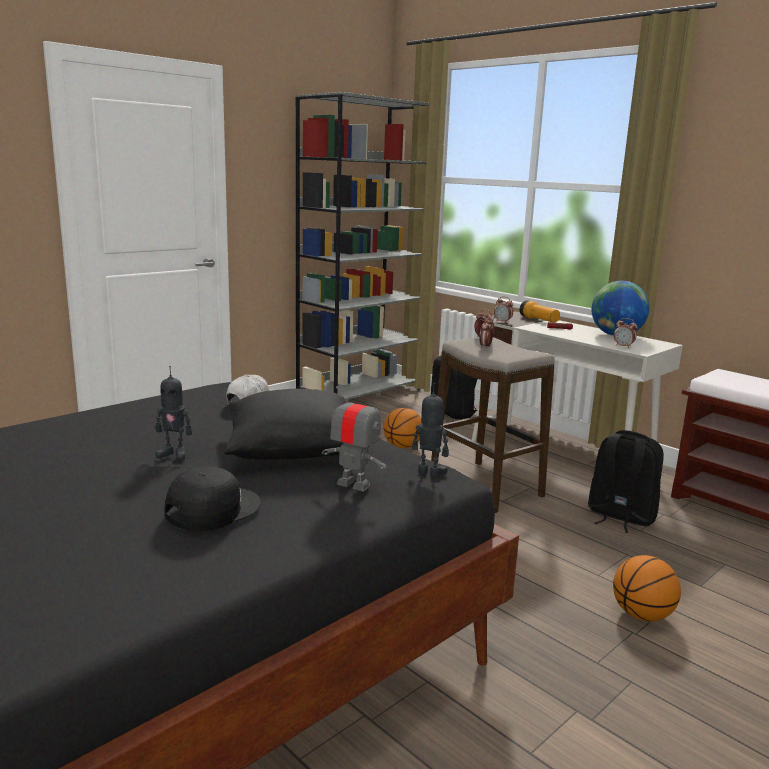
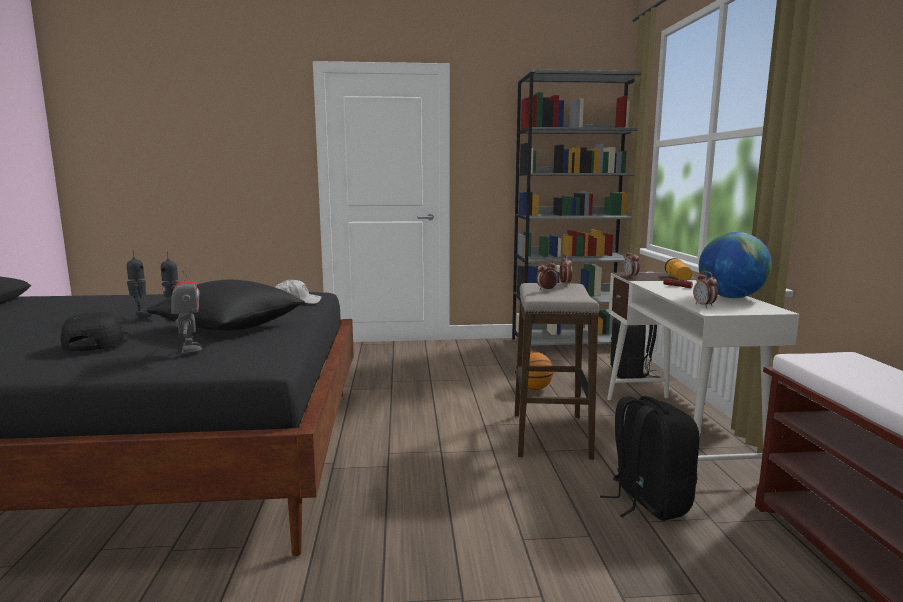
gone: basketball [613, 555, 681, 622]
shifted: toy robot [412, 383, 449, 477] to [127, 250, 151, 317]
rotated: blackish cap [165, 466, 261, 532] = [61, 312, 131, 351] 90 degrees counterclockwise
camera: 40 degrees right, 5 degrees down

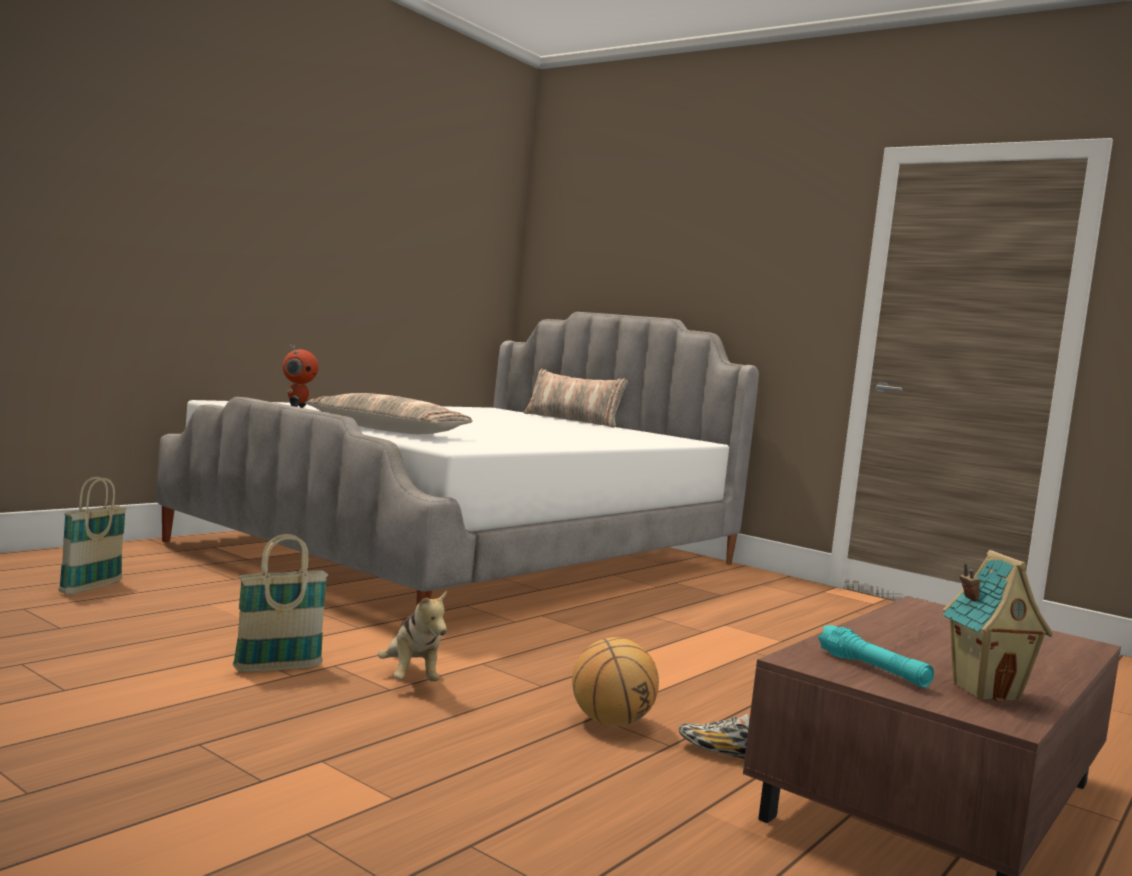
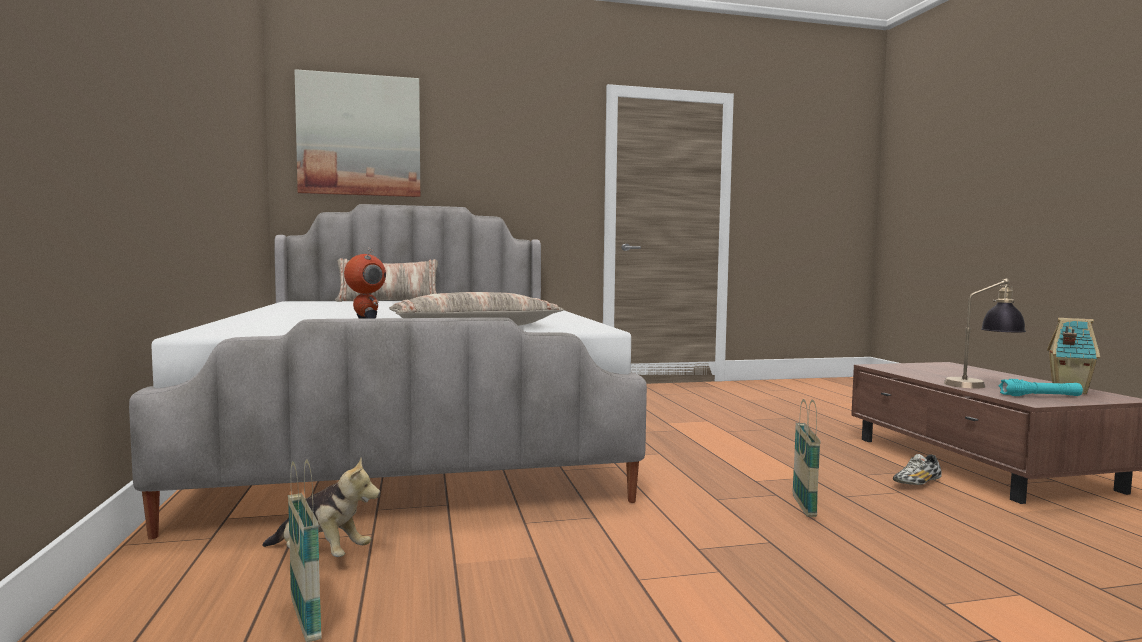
gone: basketball [572, 637, 659, 727]
new: wall art [294, 69, 420, 197]; lamp for a table [944, 279, 1026, 389]
shifted: household basket [233, 534, 328, 672] to [792, 399, 821, 517]; plush toy [378, 590, 447, 681] to [262, 458, 380, 557]
camera: 50 degrees left, 0 degrees up

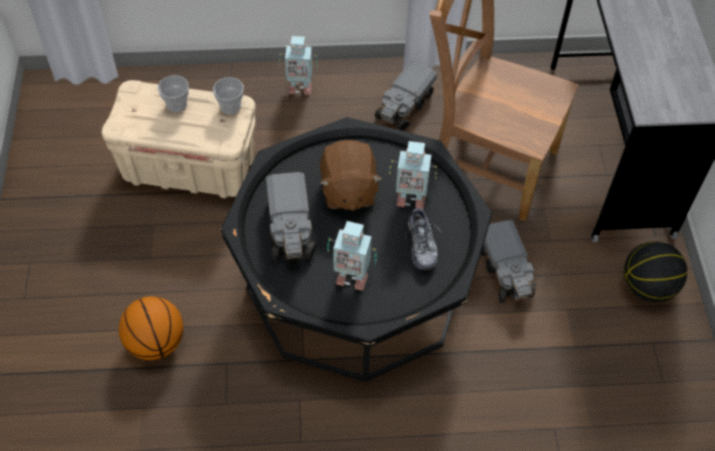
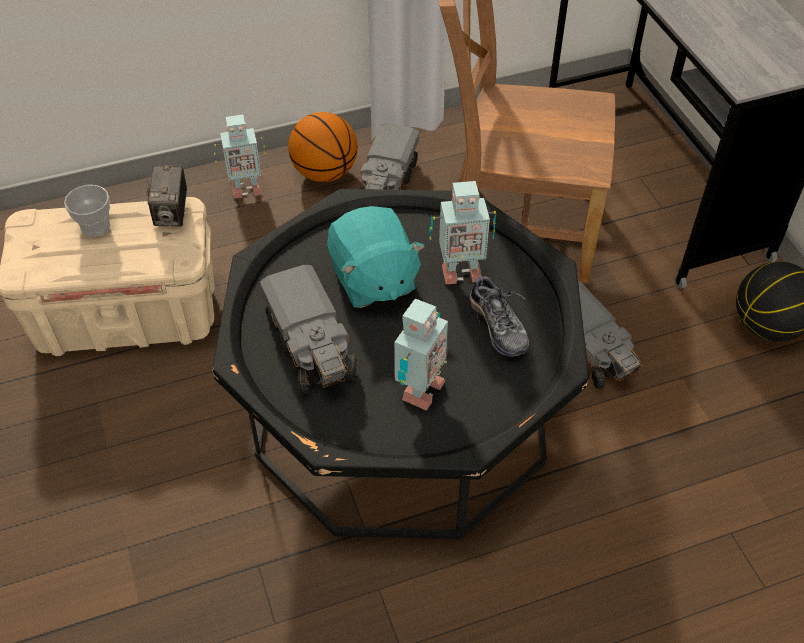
shifted: basketball [119, 296, 184, 360] to [288, 112, 358, 182]
swapped: small cup [213, 77, 244, 114] to photo camera [147, 165, 187, 227]
repainted: brown-coloured plush toy [320, 140, 382, 211] to blue-green plush toy [327, 206, 425, 308]
rotated: toy robot [327, 221, 377, 291] = [395, 299, 448, 411] 60 degrees counterclockwise
camera: 15 degrees left, 5 degrees down

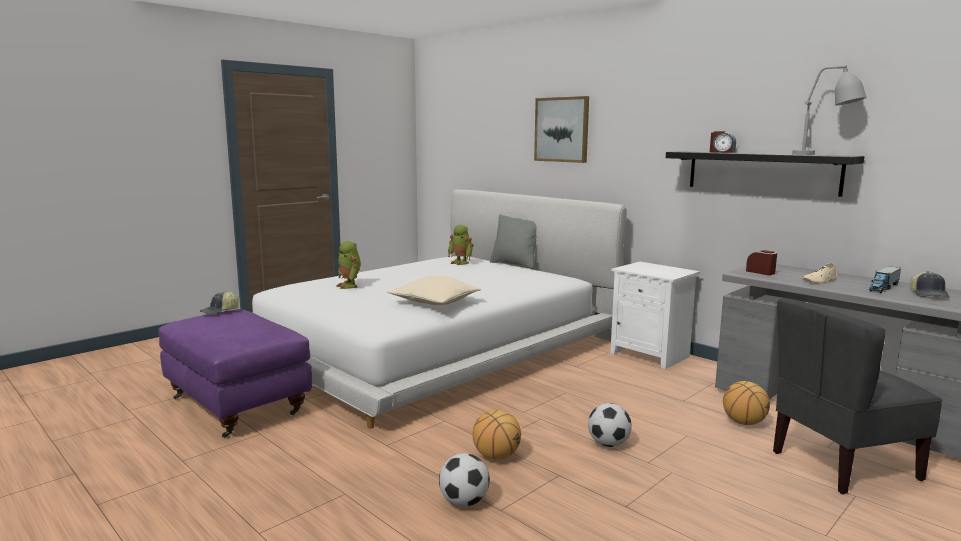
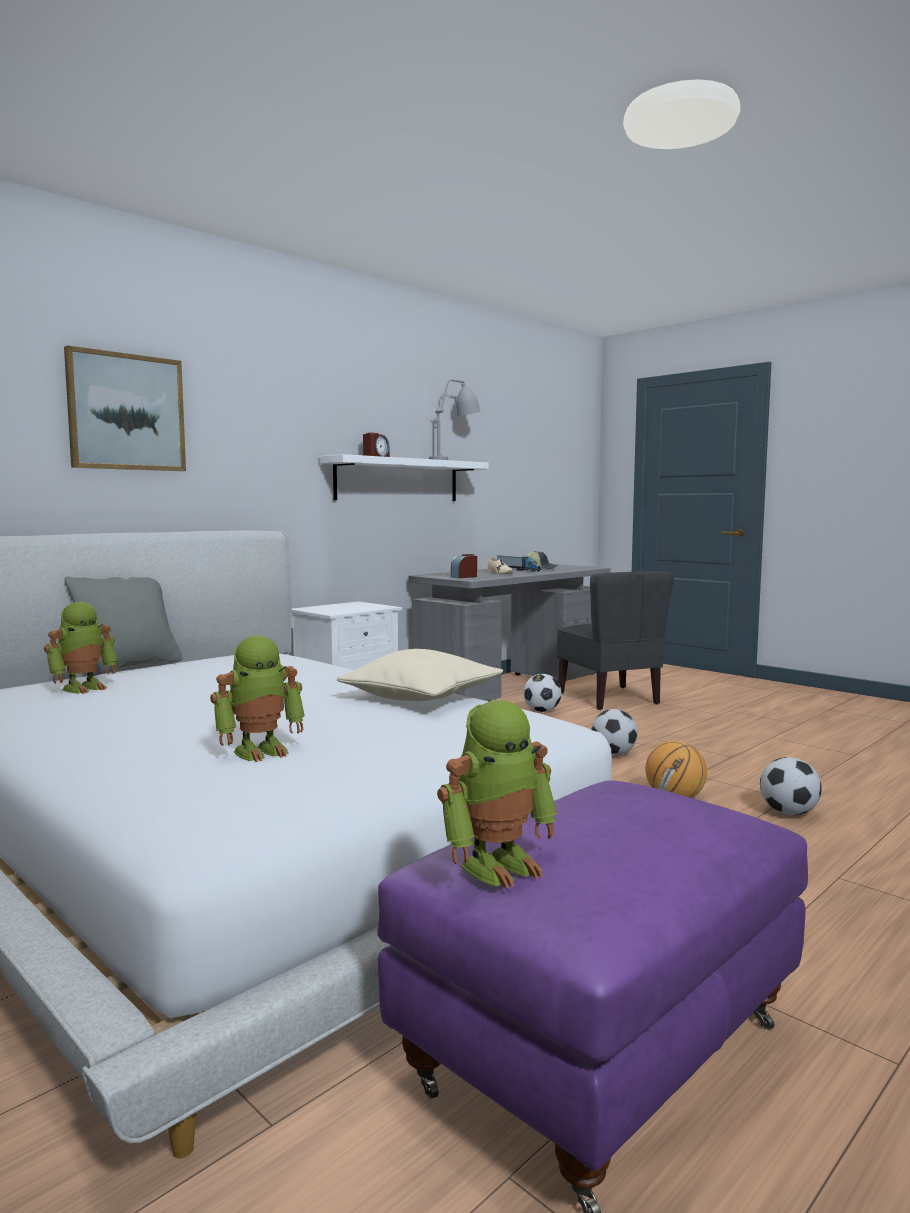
swapped: cap [200, 291, 239, 315] to toy robot [437, 700, 557, 888]; basketball [723, 381, 770, 425] to football [523, 674, 561, 712]
repainted: blackish shelf [666, 151, 864, 197] to white-coloured shelf [320, 454, 489, 501]
camera: 90 degrees left, 5 degrees down

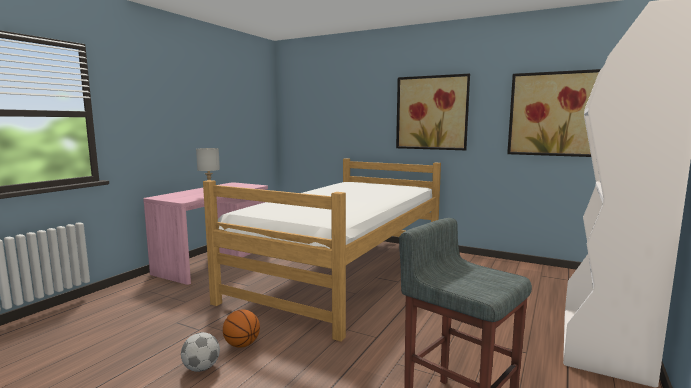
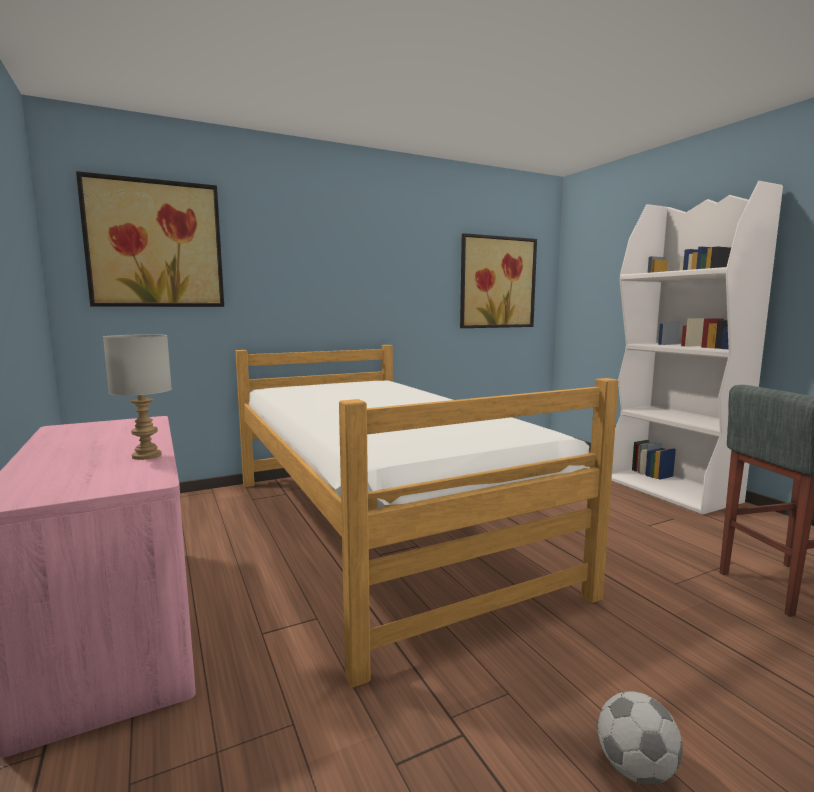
gone: basketball [223, 309, 260, 348]
shifted: wall art [396, 74, 470, 150] to [76, 171, 224, 307]
camera: 55 degrees left, 0 degrees up

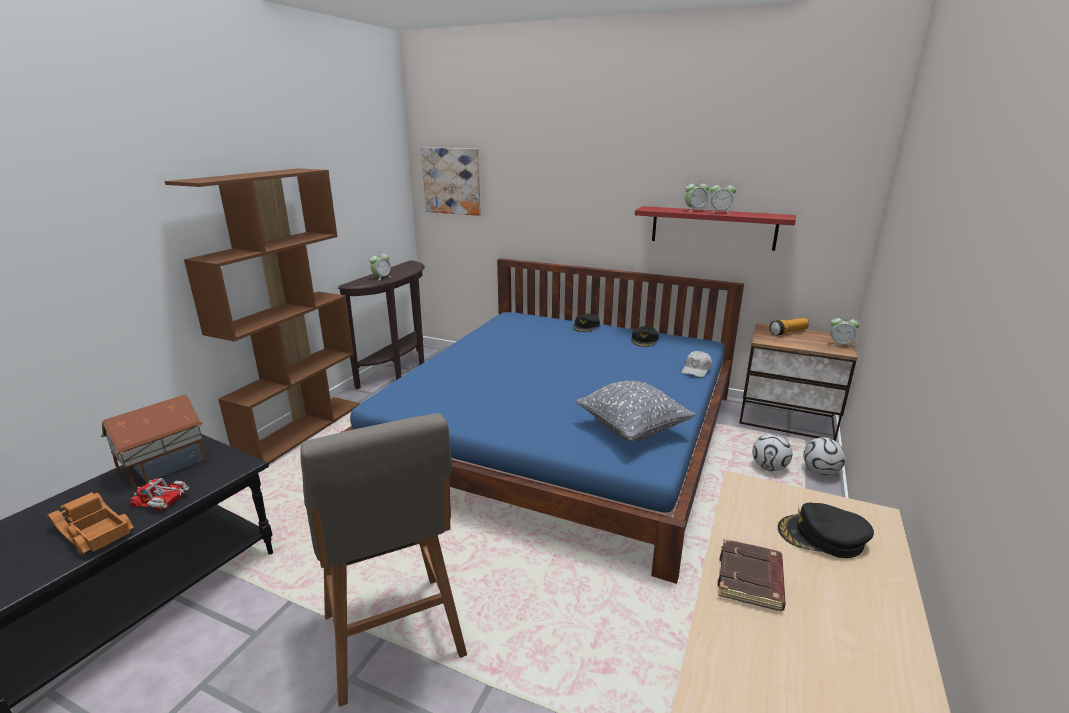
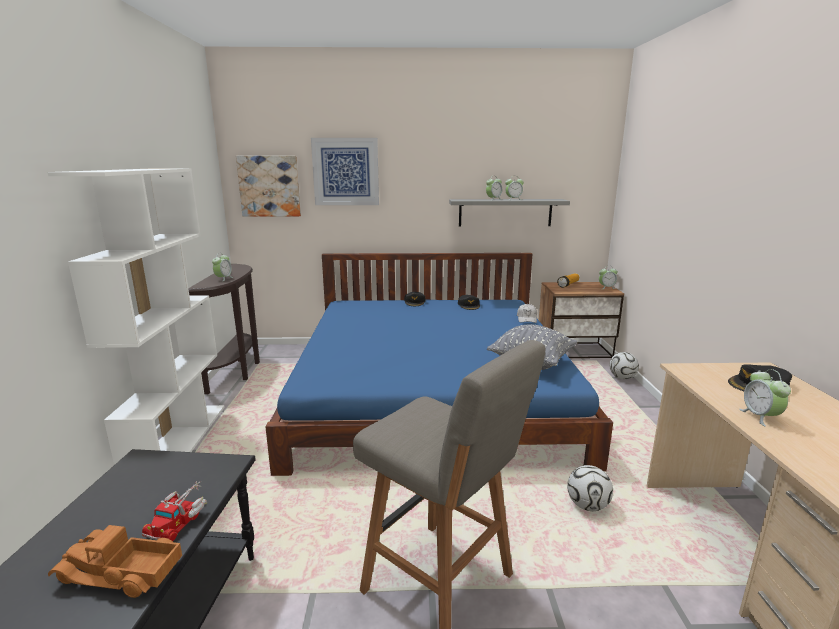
gone: model house [101, 395, 207, 488]
new: wall art [311, 138, 379, 205]
shifted: football [752, 434, 793, 471] to [567, 465, 613, 511]
swapped: brown-coloured volume [718, 539, 786, 611] to bedside clock [740, 369, 791, 427]
repainted: brown-coloured bookcase [164, 169, 360, 464] to white-coloured bookcase [47, 168, 225, 465]; red shelf [635, 206, 796, 251] to grey shelf [449, 199, 570, 227]
rotated: model truck [130, 478, 189, 511] = [142, 481, 207, 541] 60 degrees counterclockwise
camera: 25 degrees left, 5 degrees down

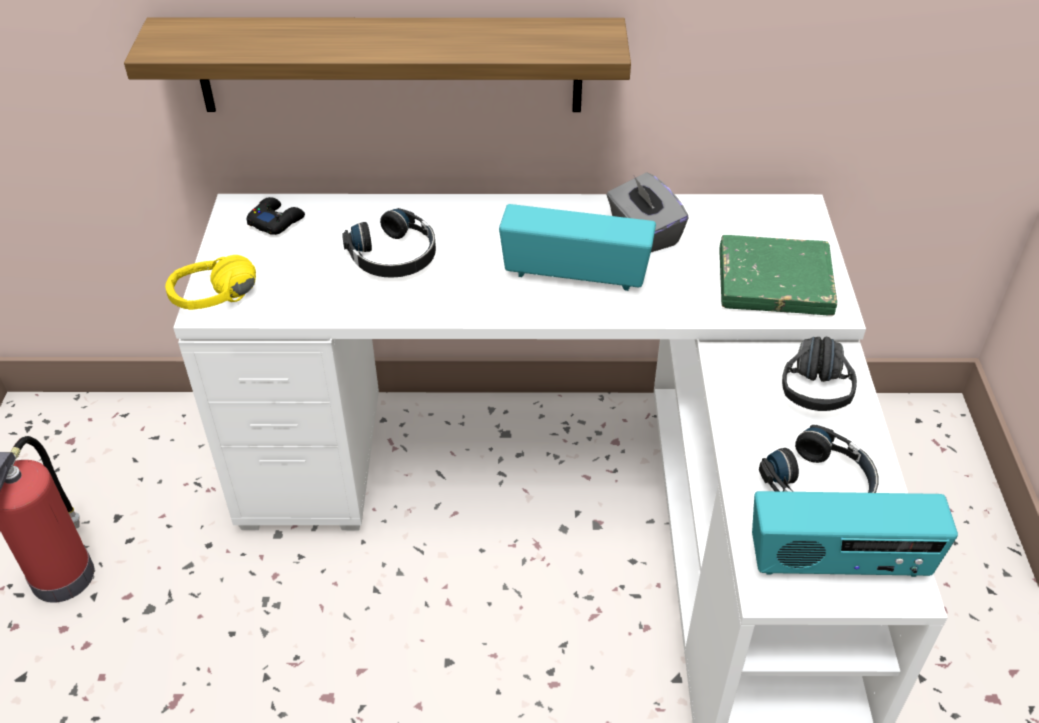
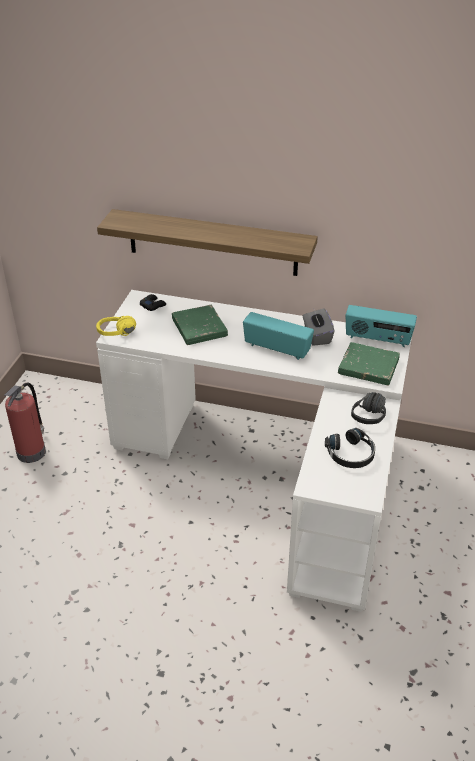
shifted: radio set [752, 491, 958, 577] to [346, 305, 417, 347]
swapped: blackish pair of headphones [342, 208, 436, 278] to green volume [172, 305, 228, 345]
camera: 15 degrees right, 5 degrees down

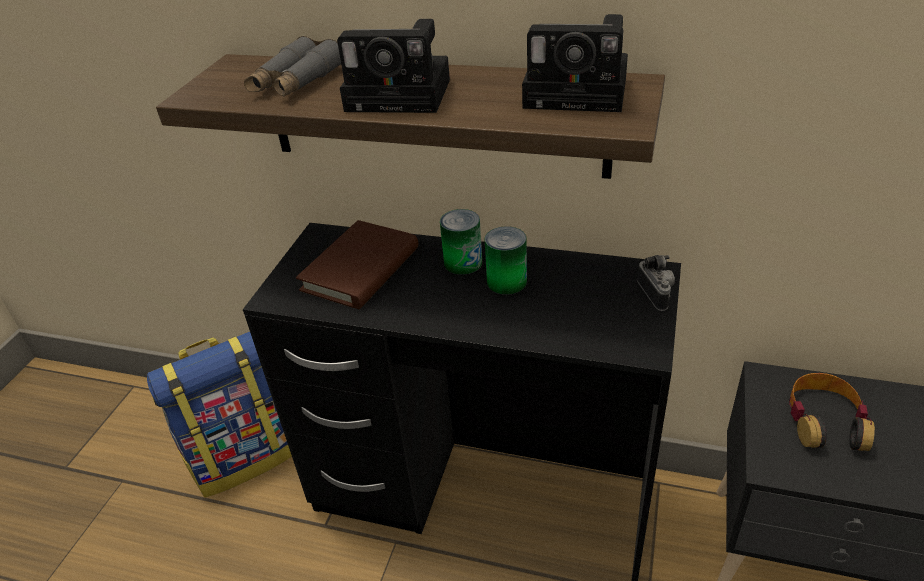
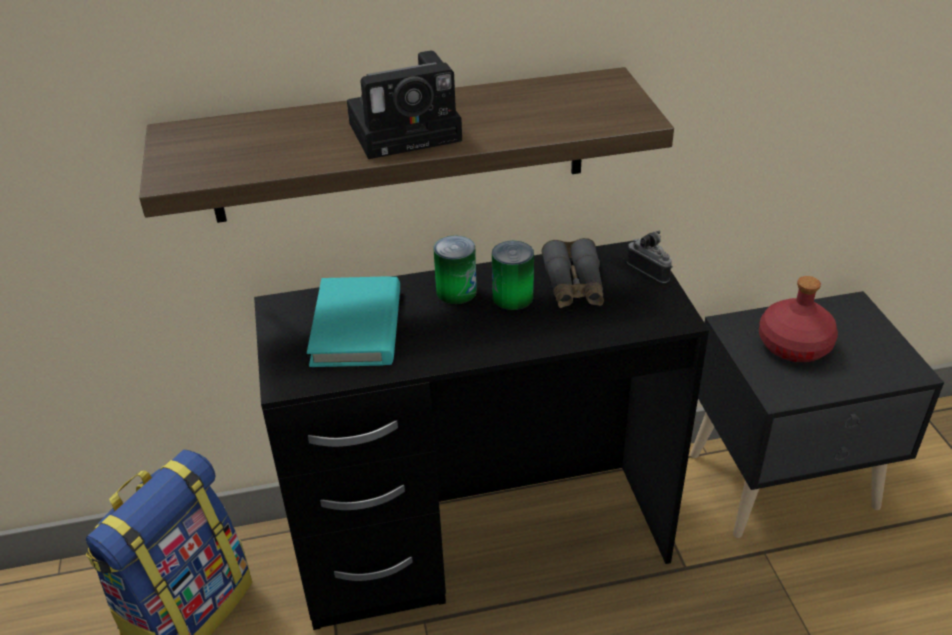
gone: photo camera [522, 14, 628, 112]
shifted: grey field glasses [244, 36, 341, 97] to [542, 238, 604, 308]
swapped: pair of headphones [789, 373, 875, 451] to red bottle [759, 276, 838, 362]
repainted: brown-coloured volume [296, 220, 418, 309] to blue-green volume [307, 276, 400, 367]
camera: 30 degrees left, 0 degrees up

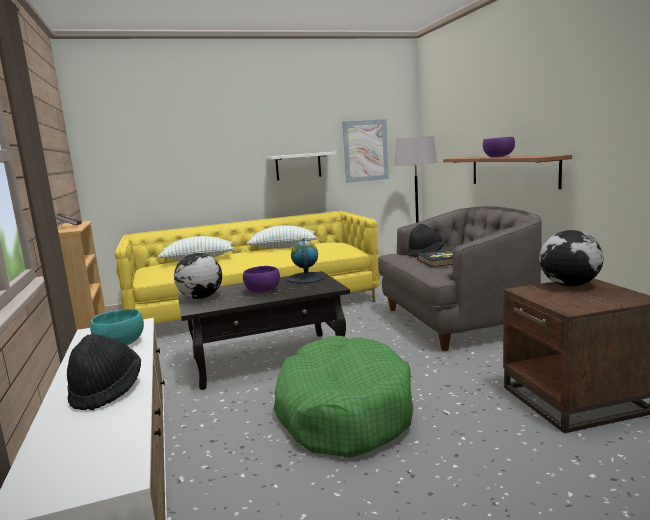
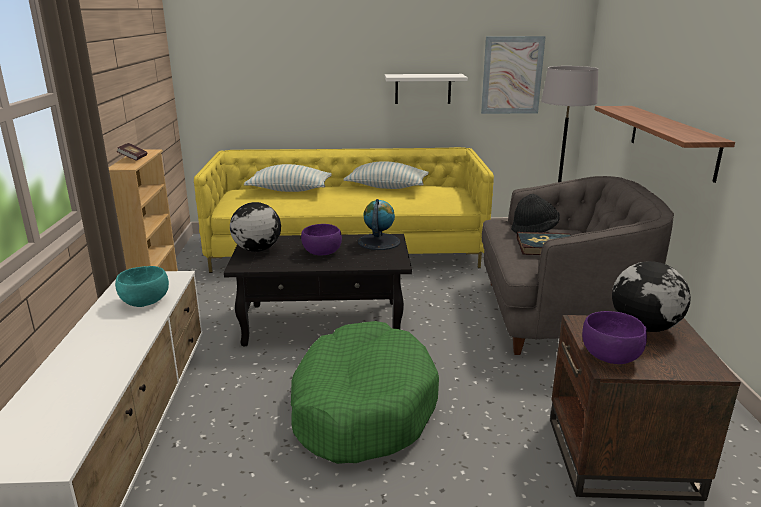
gone: blackish hat [67, 334, 141, 410]
shifted: purple bowl [483, 137, 515, 157] to [582, 311, 647, 364]
camera: 15 degrees right, 10 degrees up

